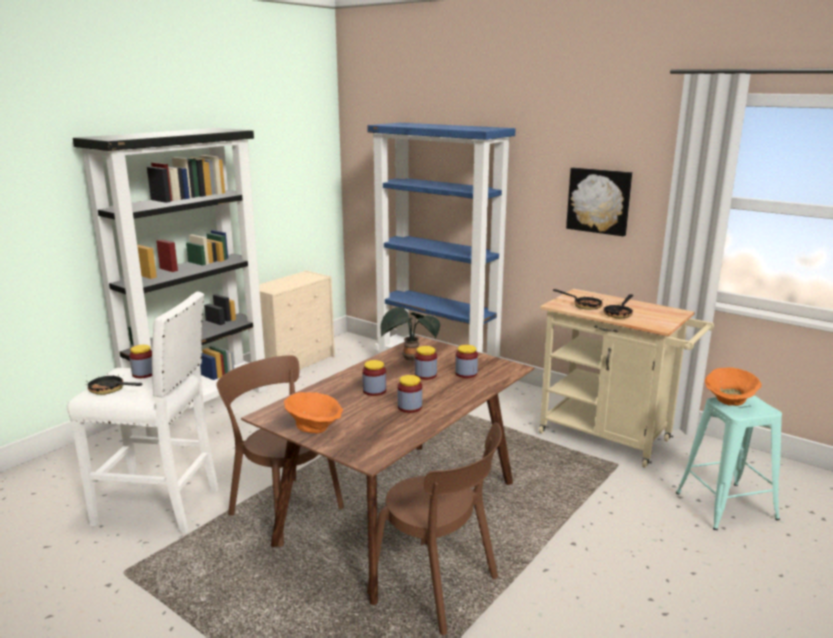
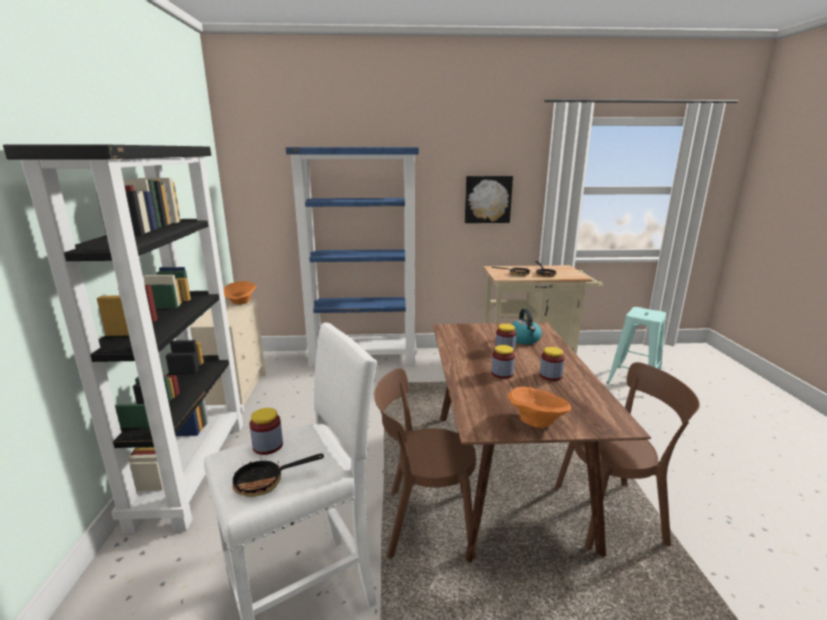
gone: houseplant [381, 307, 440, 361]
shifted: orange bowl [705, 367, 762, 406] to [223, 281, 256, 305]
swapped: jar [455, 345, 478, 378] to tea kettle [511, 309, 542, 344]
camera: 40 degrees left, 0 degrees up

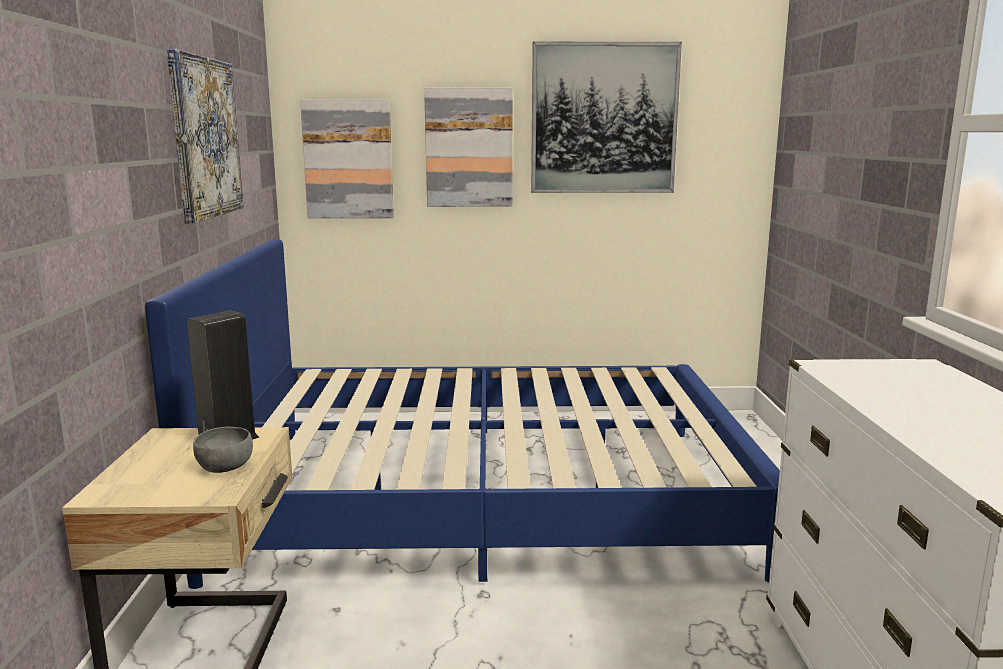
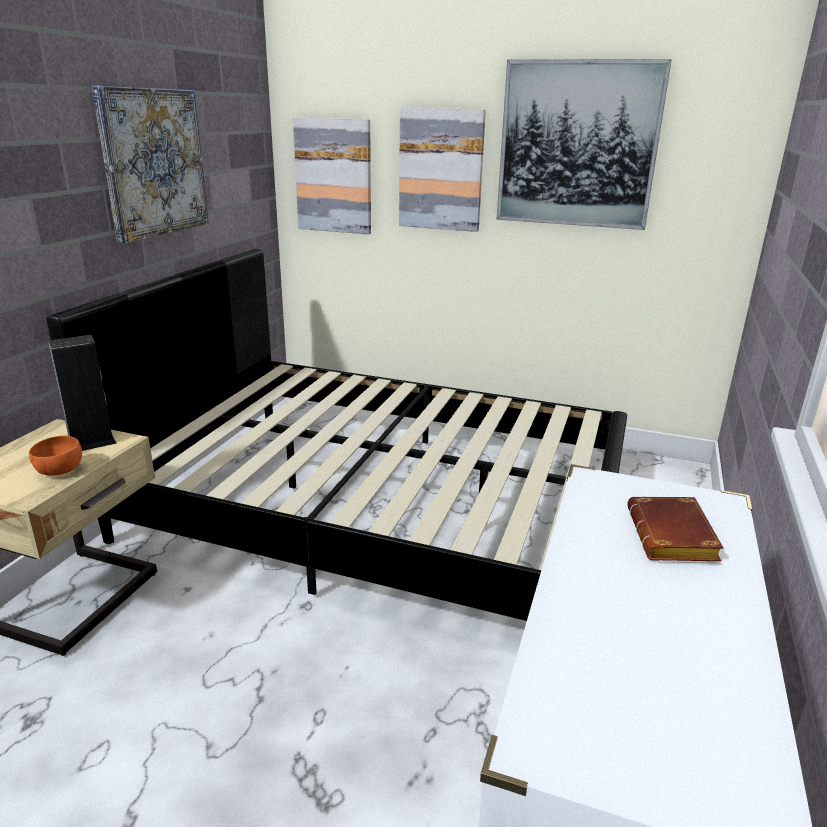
new: brown-coloured volume [627, 497, 724, 561]
repainted: blue bedroom bed [145, 239, 780, 589] to blackish bedroom bed [46, 249, 627, 621]; grey bowl [193, 427, 253, 473] to orange bowl [29, 436, 82, 476]
camera: 20 degrees right, 10 degrees up

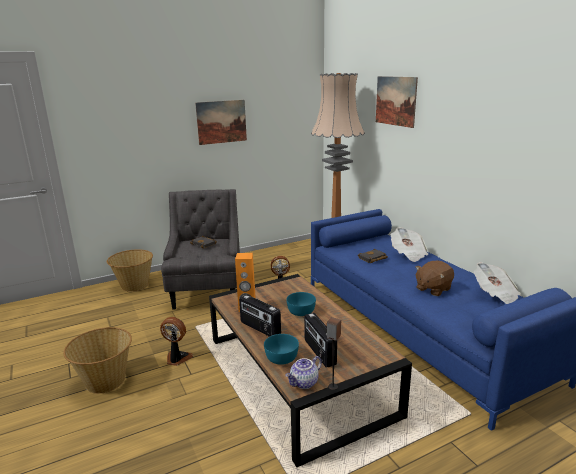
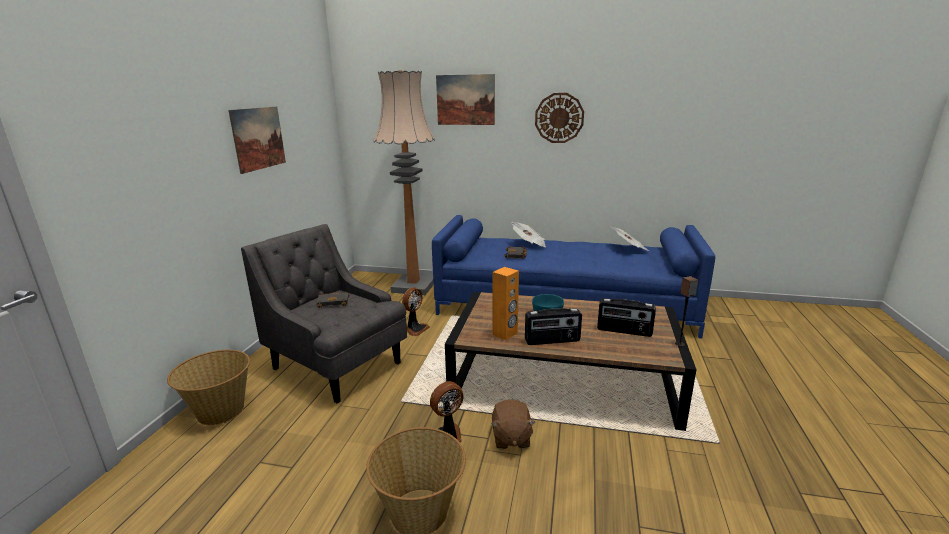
gone: blue-green bowl [264, 334, 299, 365]; teapot [285, 356, 322, 389]
new: wall clock [535, 93, 584, 143]
shifted: brown-coloured plush toy [415, 261, 454, 296] to [491, 399, 536, 449]
camera: 50 degrees left, 0 degrees up

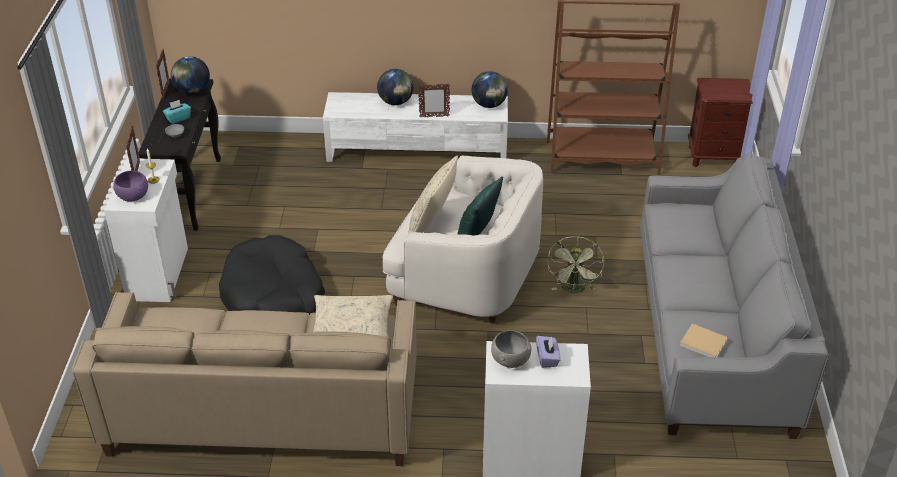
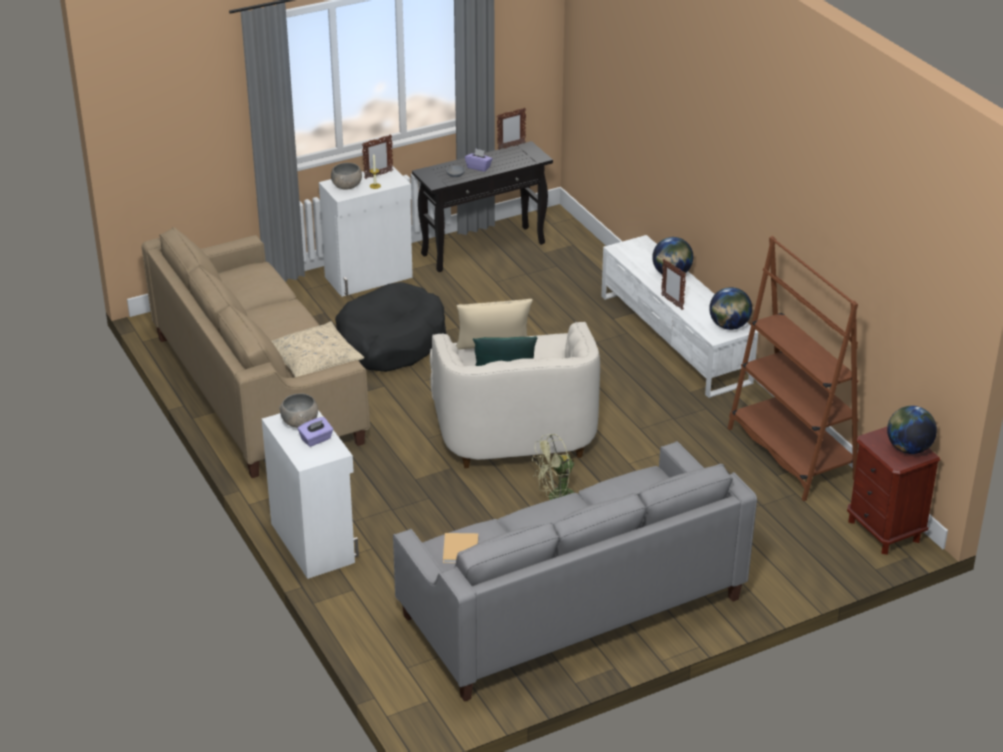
shifted: globe [171, 56, 210, 95] to [887, 406, 937, 454]
repainted: blue-green box of tissues [163, 100, 191, 124] to purple box of tissues [465, 148, 492, 172]; purple bowl [113, 170, 148, 201] to grey bowl [331, 163, 362, 190]
camera: 60 degrees right, 5 degrees down

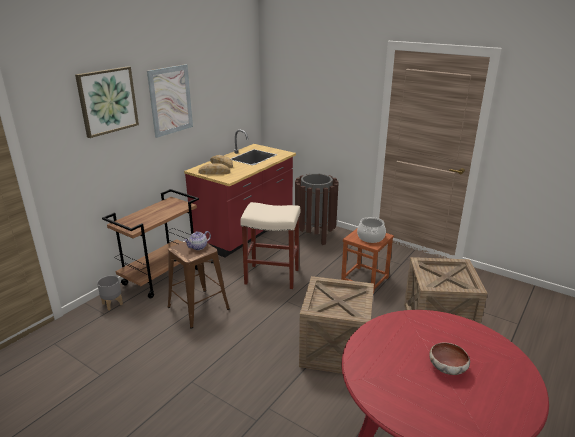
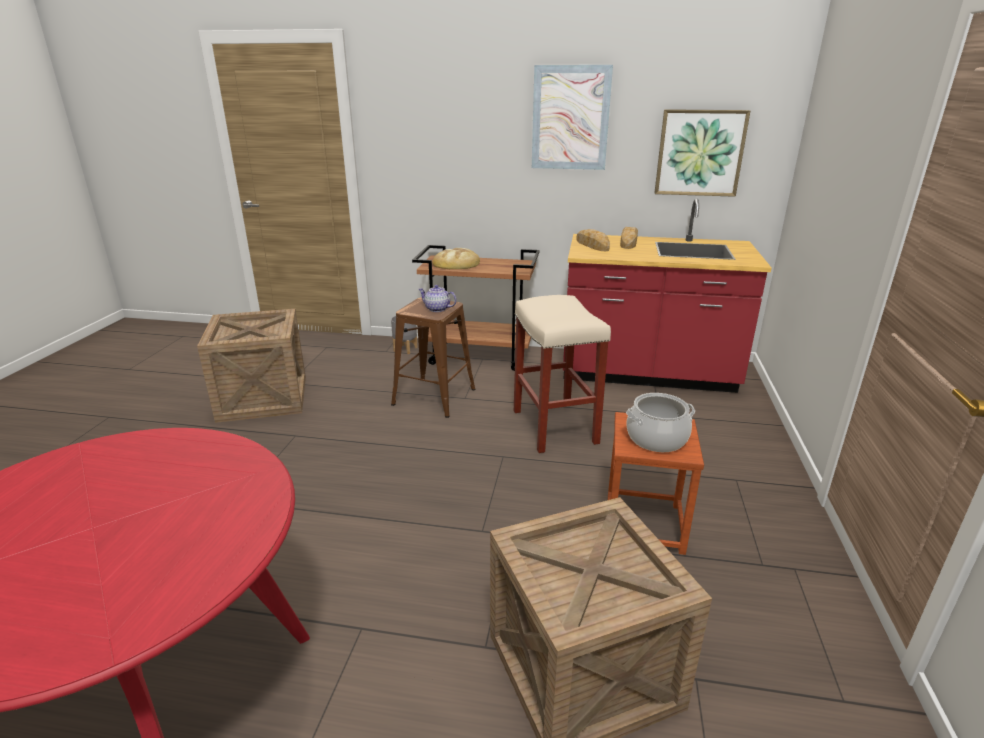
gone: brown-coloured rubbish bin [295, 173, 339, 245]; bowl [429, 343, 470, 375]
new: bakery bread [432, 248, 480, 269]
shifted: wall art [75, 66, 139, 138] to [655, 109, 750, 197]; packing crate [299, 276, 374, 374] to [197, 309, 306, 423]
camera: 65 degrees right, 0 degrees up

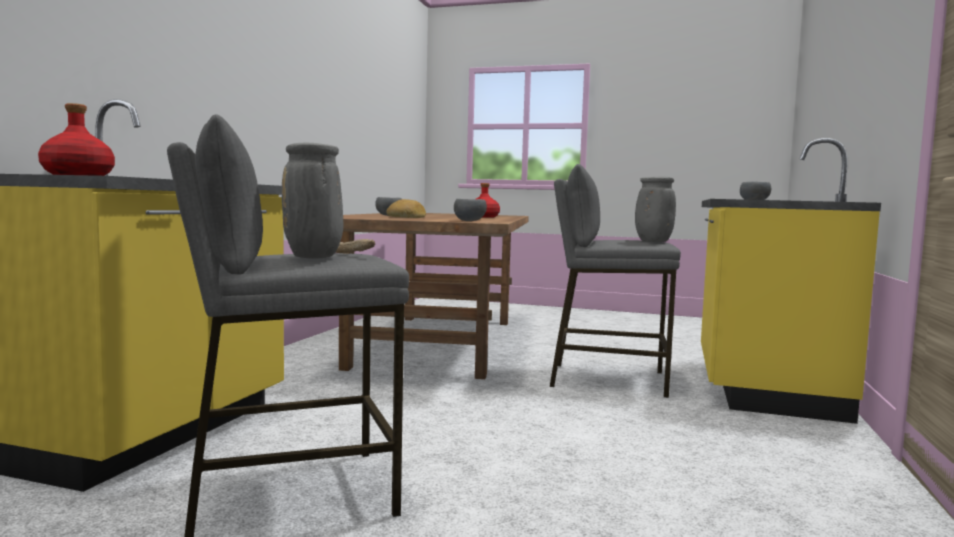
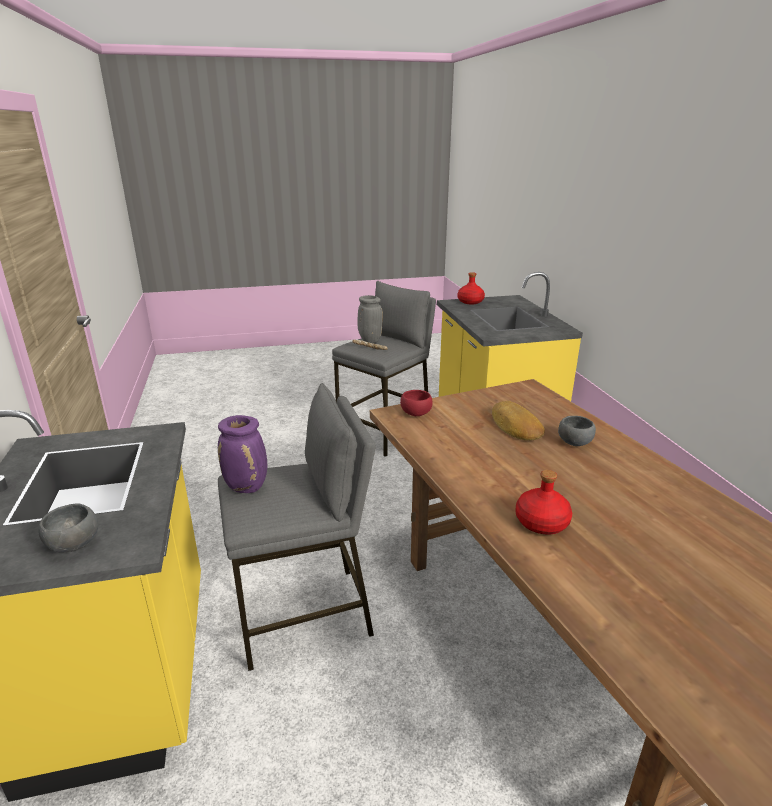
repainted: grey vase [635, 177, 676, 242] to purple vase [218, 415, 267, 493]; grey bowl [454, 199, 487, 221] to red bowl [400, 390, 433, 416]
camera: 150 degrees right, 20 degrees up

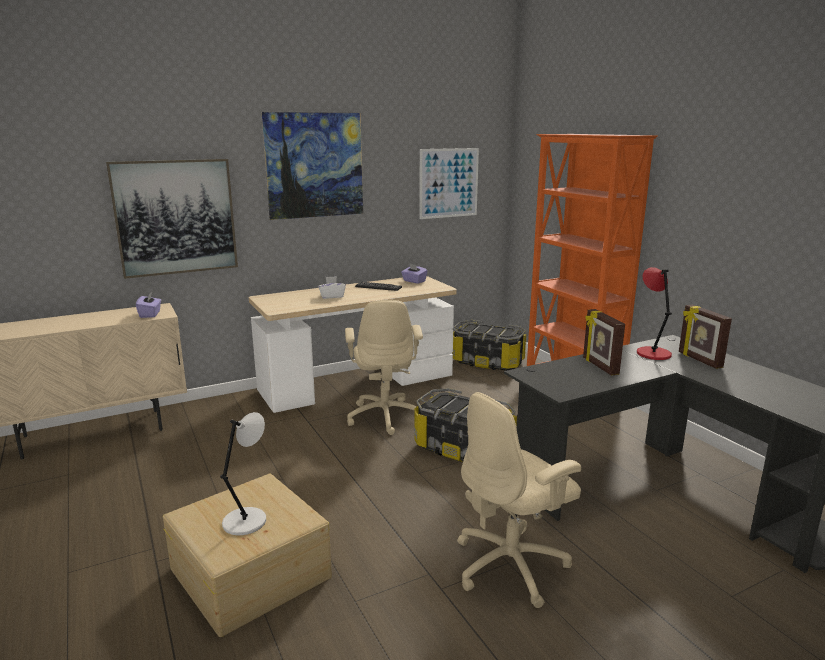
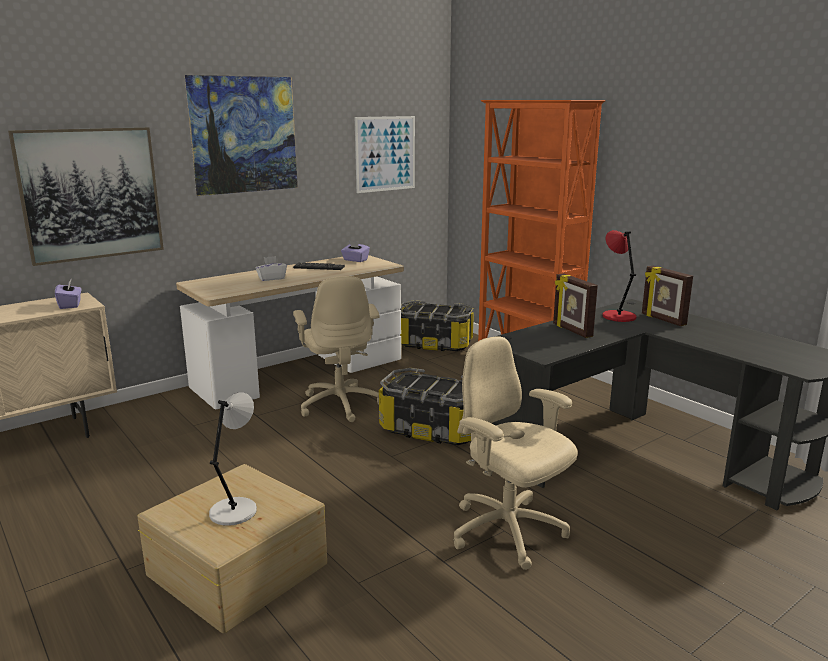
rotated: sand-coloured computer chair [457, 392, 581, 608] = [453, 336, 577, 570] 90 degrees clockwise
camera: 10 degrees left, 0 degrees up

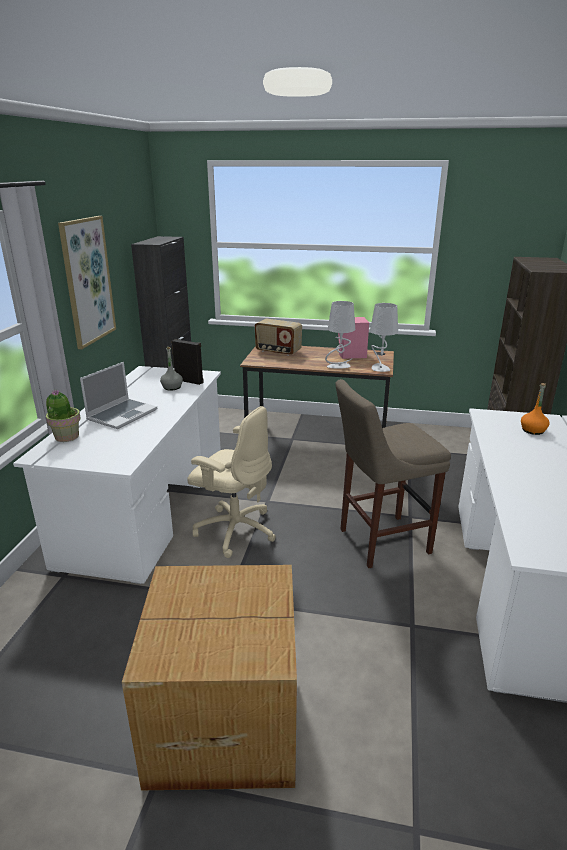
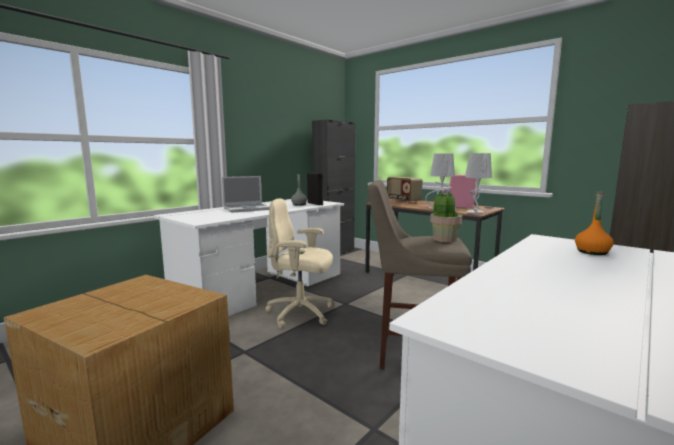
gone: wall art [58, 216, 116, 349]
shifted: houseplant [46, 389, 81, 442] to [430, 190, 462, 242]
rotated: sand-coloured computer chair [187, 406, 276, 558] = [265, 198, 333, 328] 135 degrees clockwise
camera: 30 degrees right, 15 degrees down

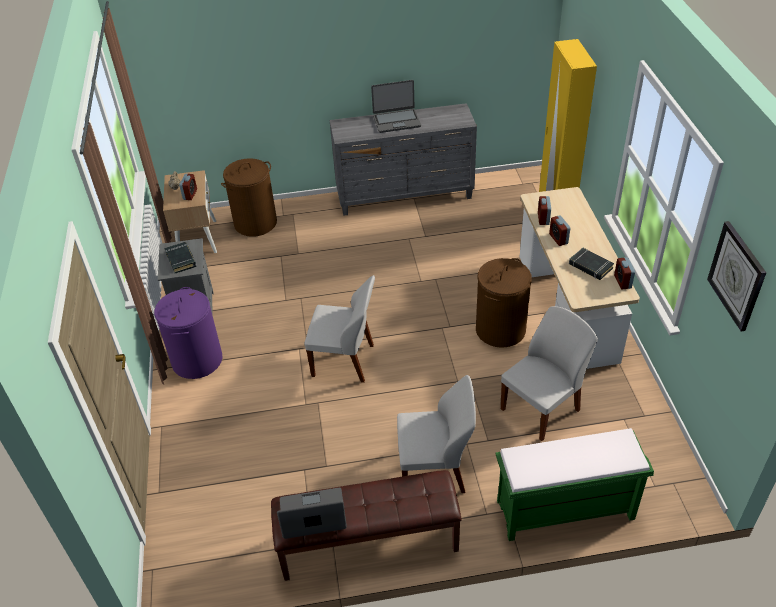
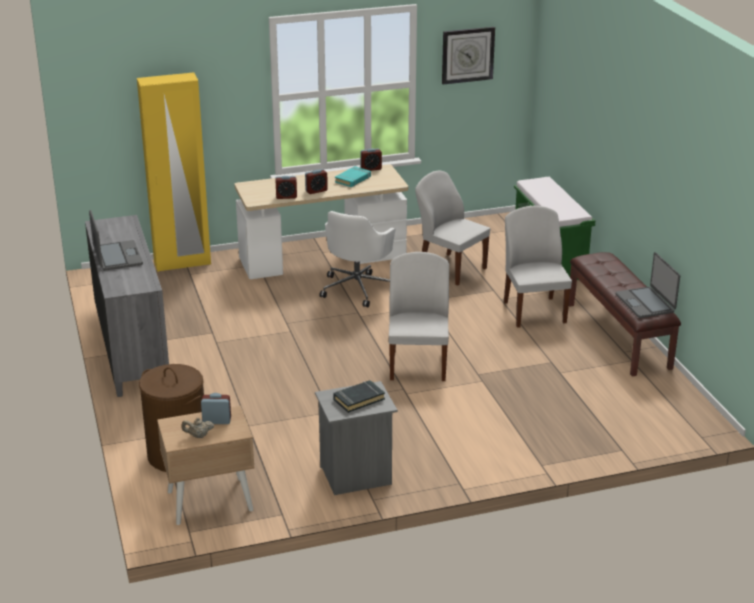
gone: purple washing basket [154, 287, 223, 379]
swapped: brown-coloured washing basket [476, 258, 532, 348] to white-coloured computer chair [320, 211, 395, 307]
repainted: blackish volume [569, 248, 614, 280] to blue-green volume [335, 166, 371, 187]
camera: 100 degrees left, 15 degrees down

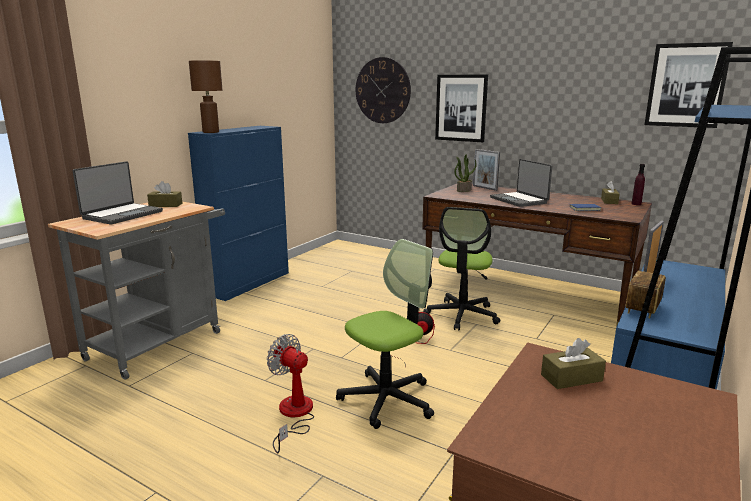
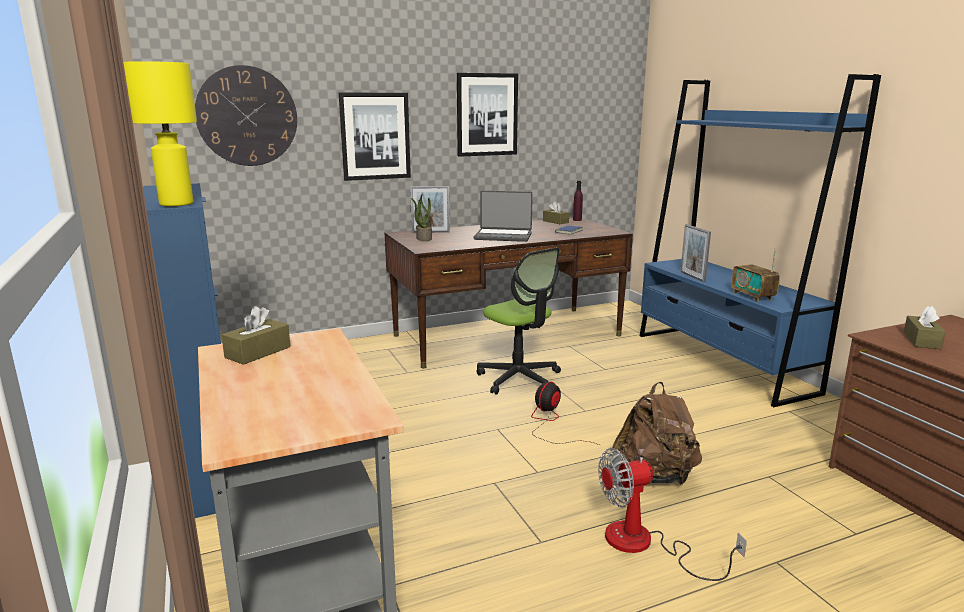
gone: portable computer [73, 161, 163, 224]
shifted: wall art [644, 42, 733, 128] to [457, 73, 518, 157]
swapped: computer chair [336, 239, 434, 429] to brown-coloured backpack [612, 382, 702, 485]
repainted: brown-coloured lamp for a table [189, 60, 223, 133] to yellowish lamp for a table [123, 61, 197, 206]
camera: 55 degrees left, 0 degrees up

